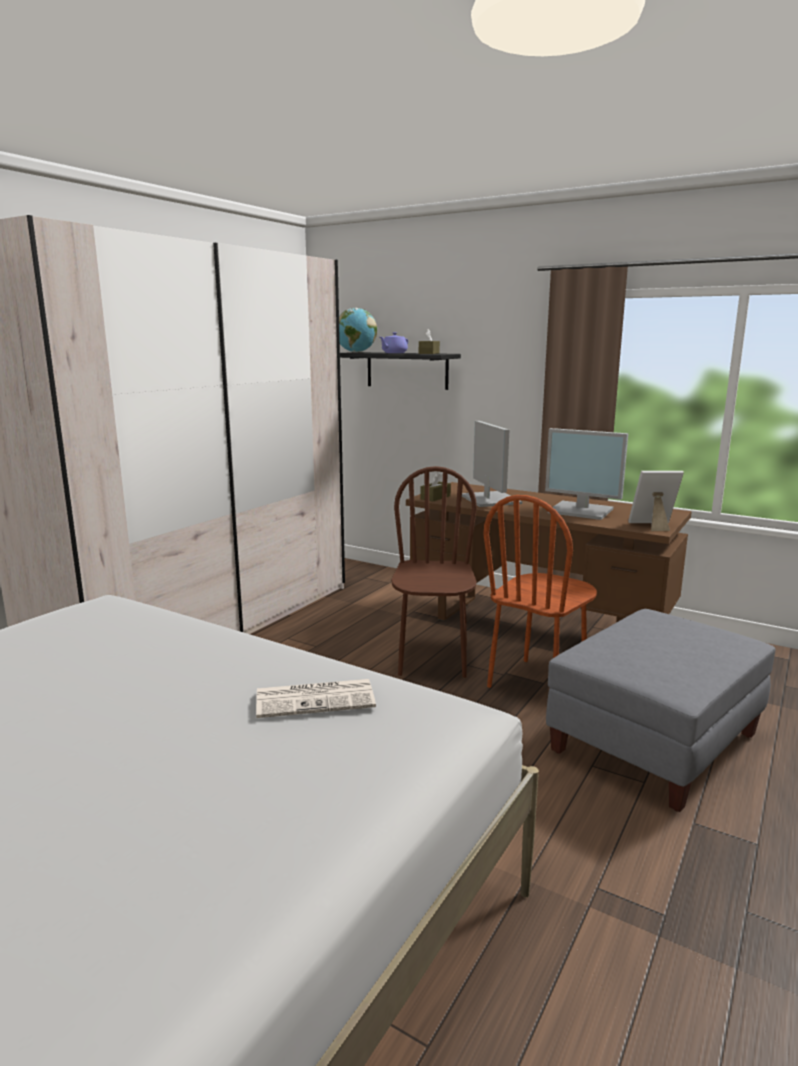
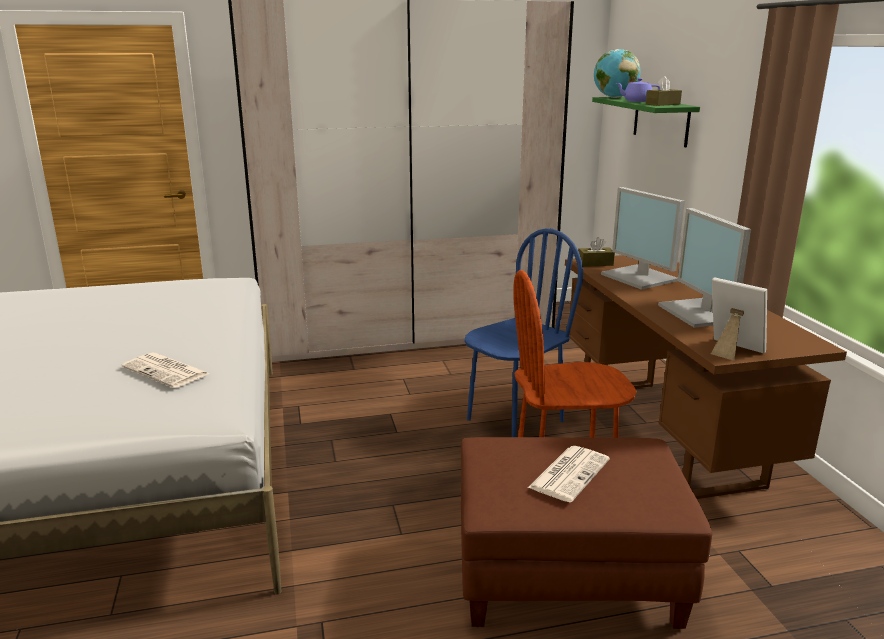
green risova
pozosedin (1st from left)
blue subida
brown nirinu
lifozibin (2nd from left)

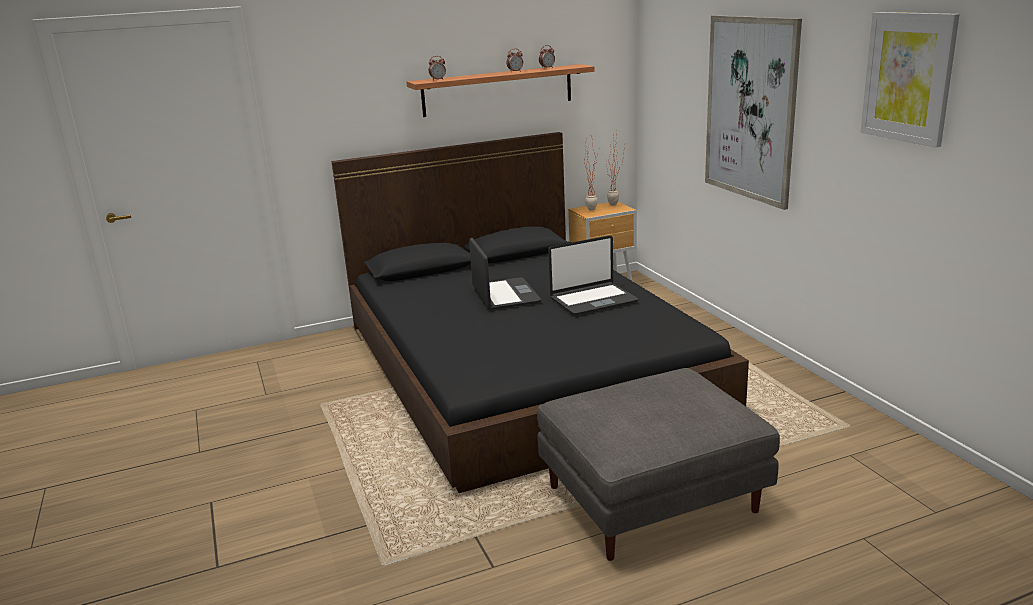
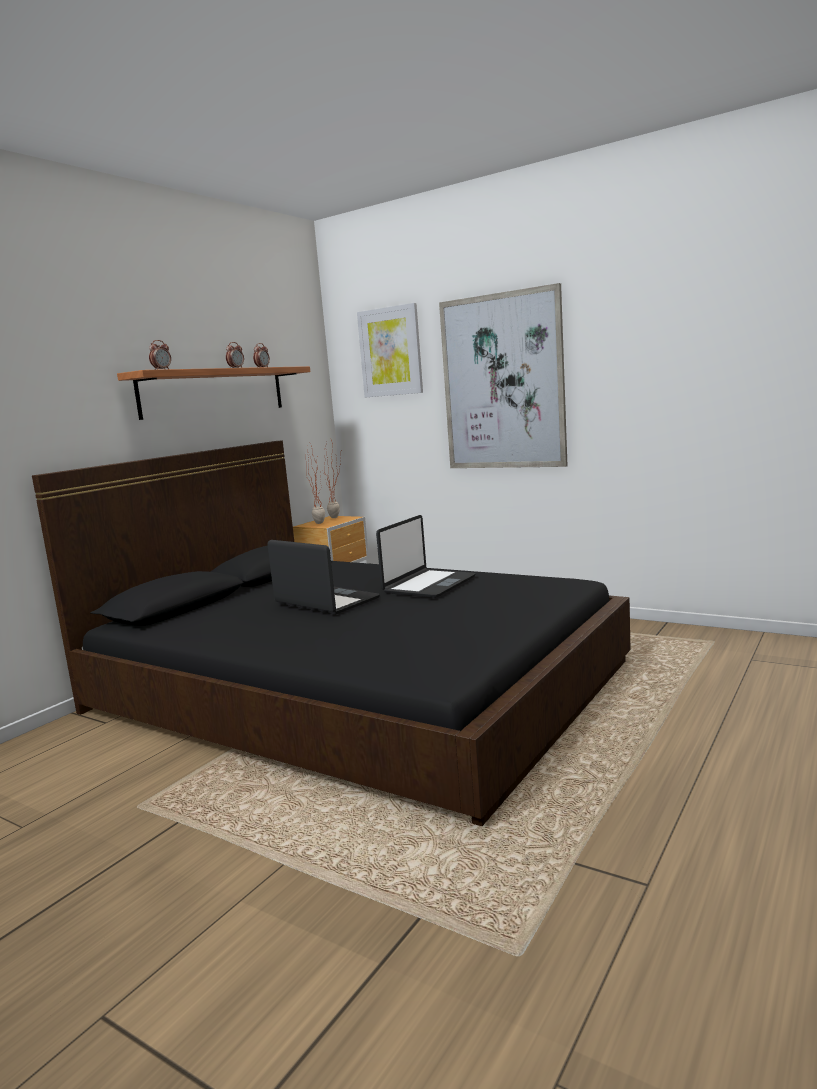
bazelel (1st from left)
grey nirinu

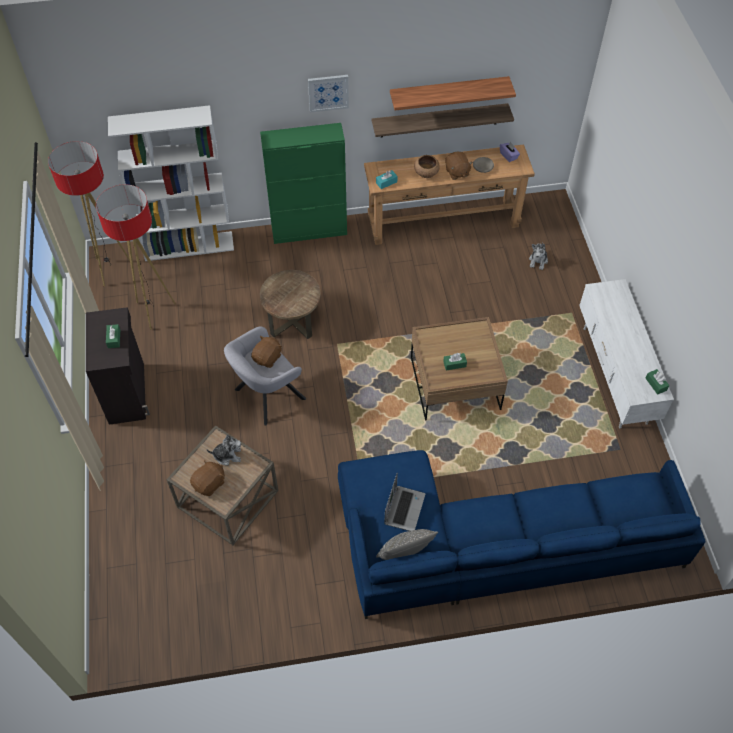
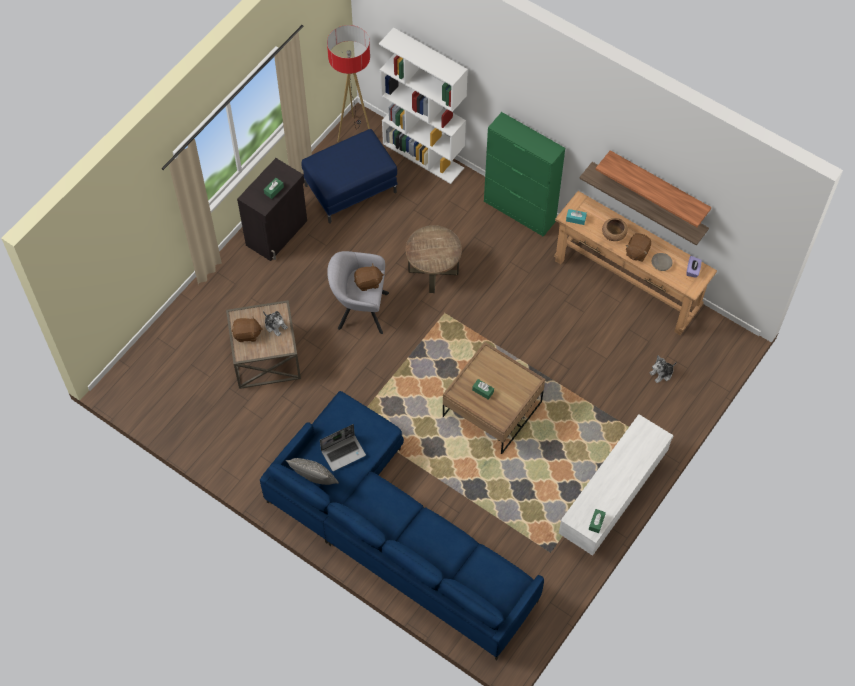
bazelel
blue nirinu

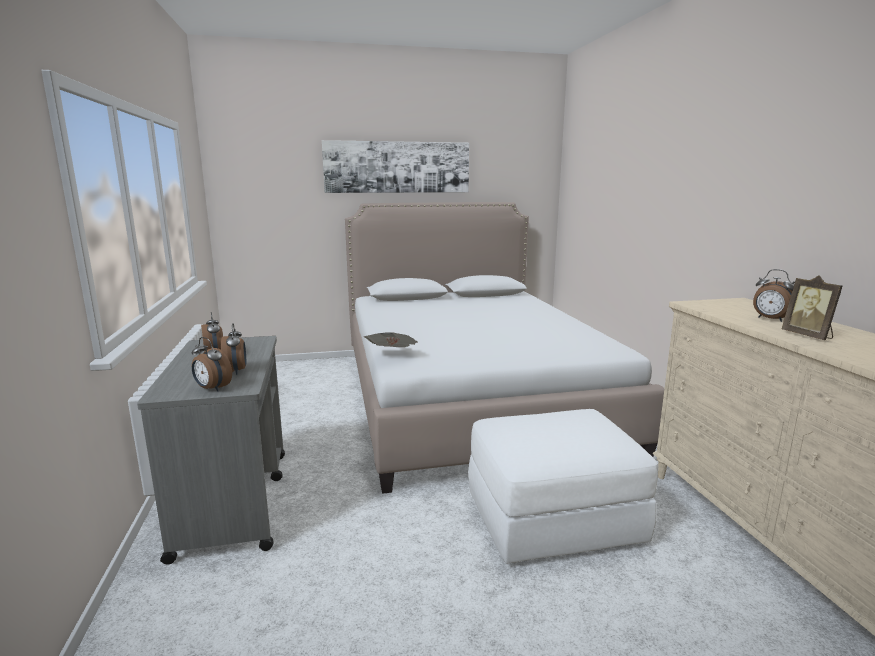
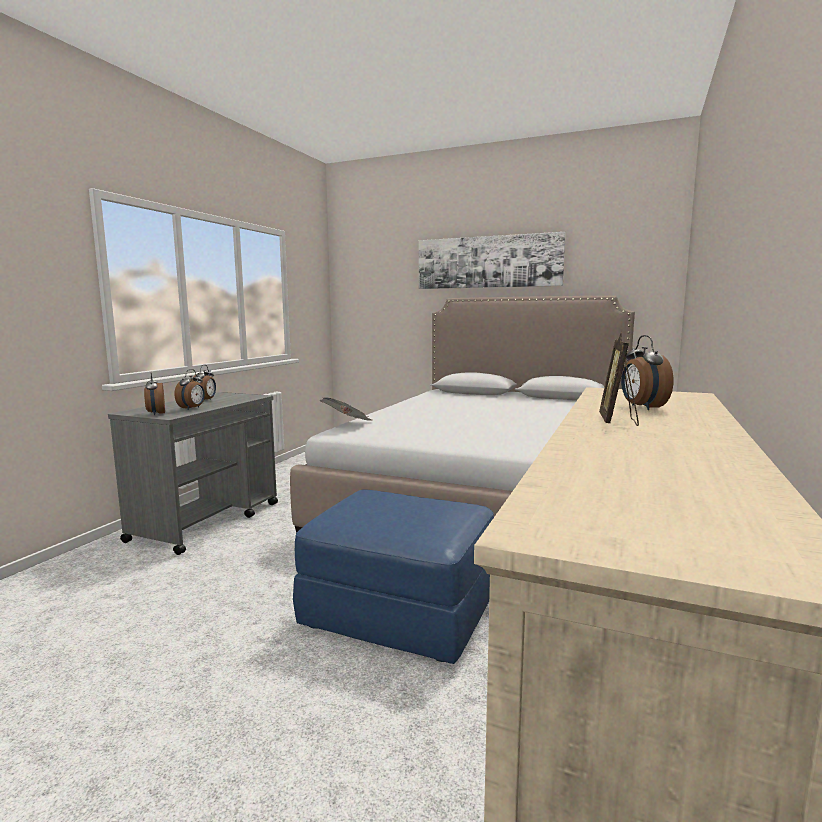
blue nirinu

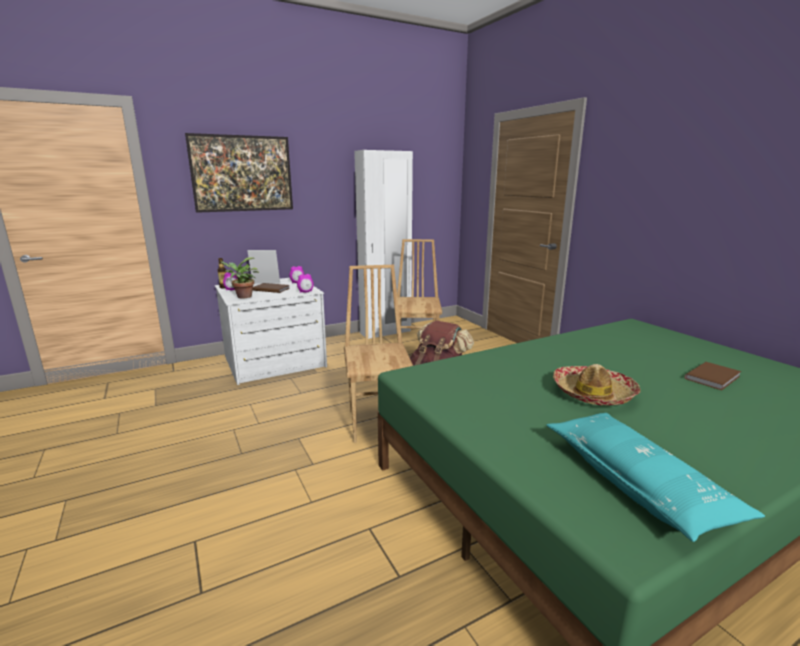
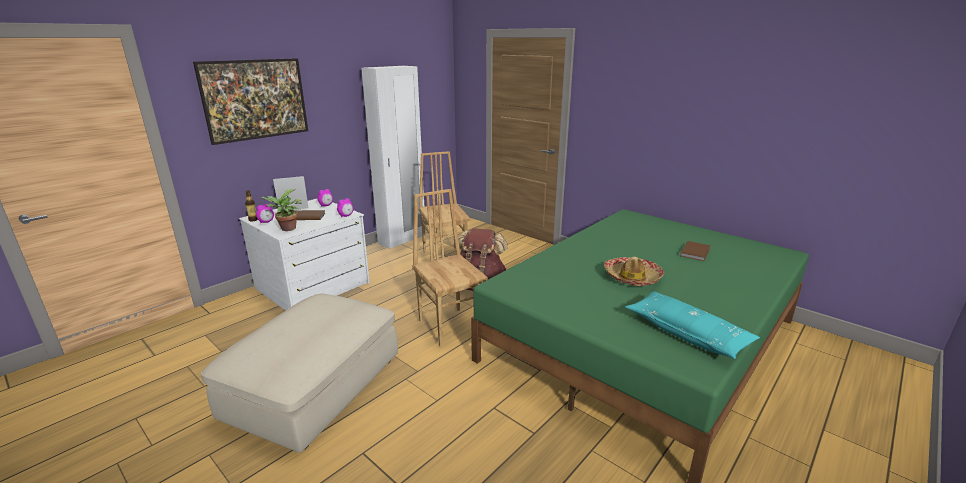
beige nirinu

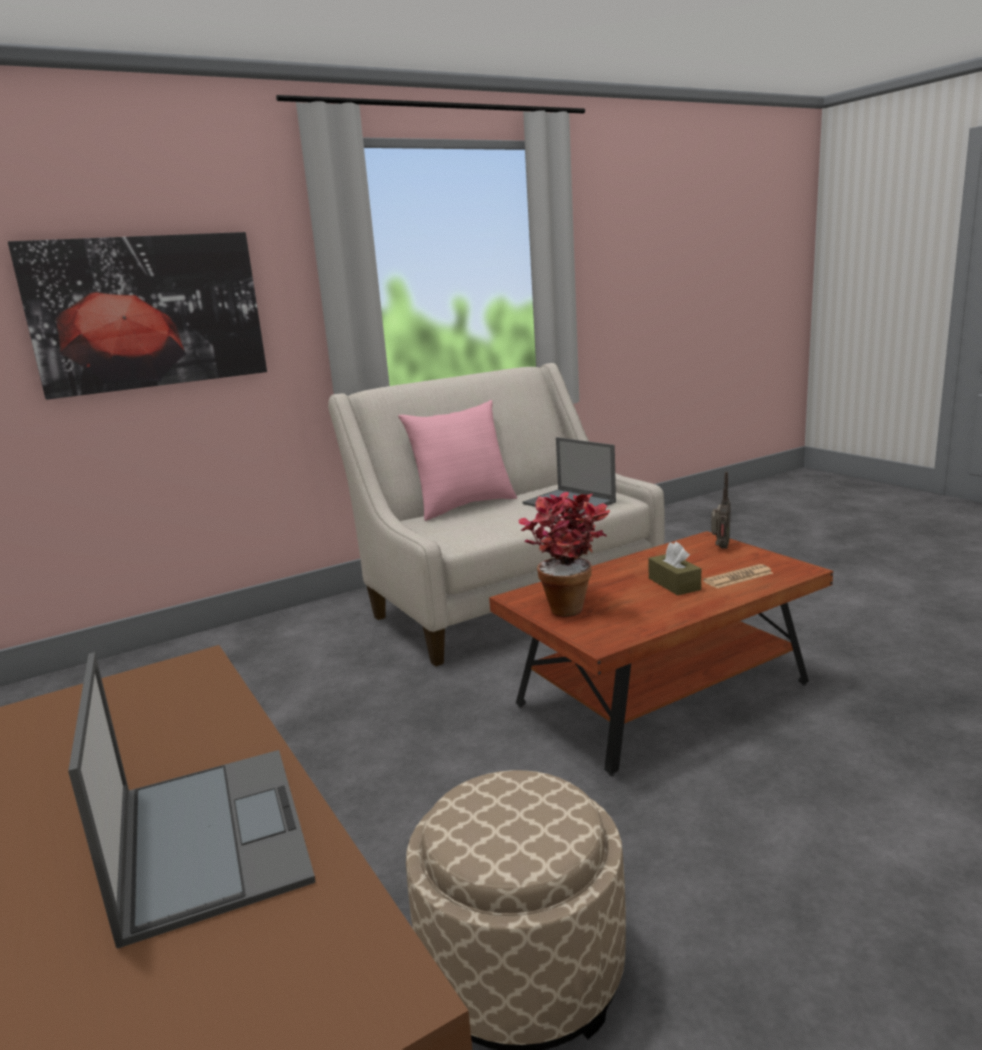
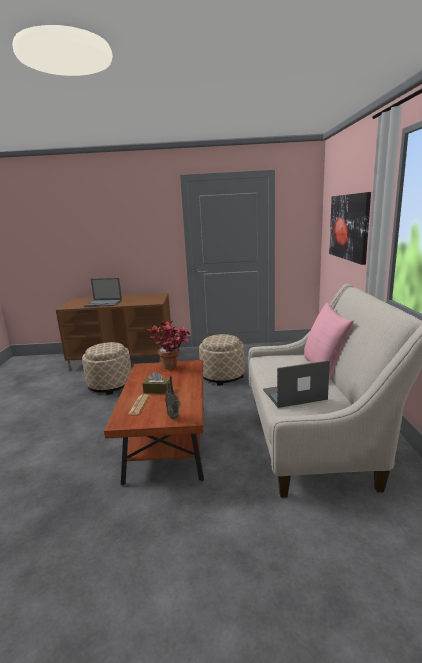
beige nirinu (2nd from left)

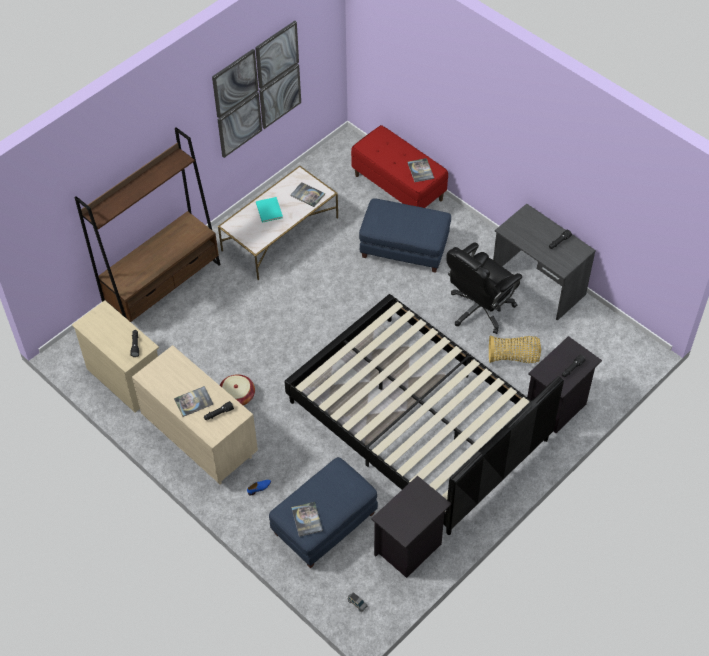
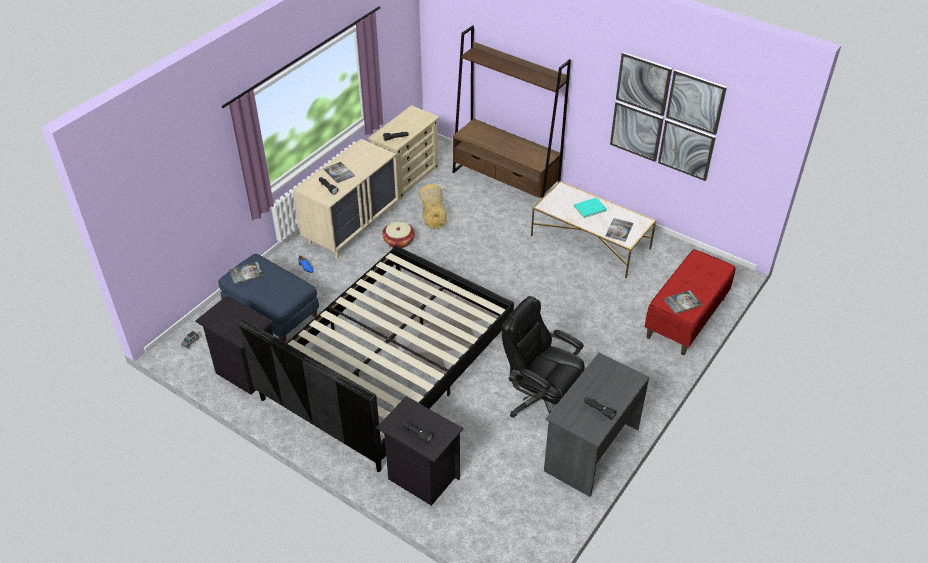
blue nirinu (2nd from left in the first image)
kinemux (2nd from left)

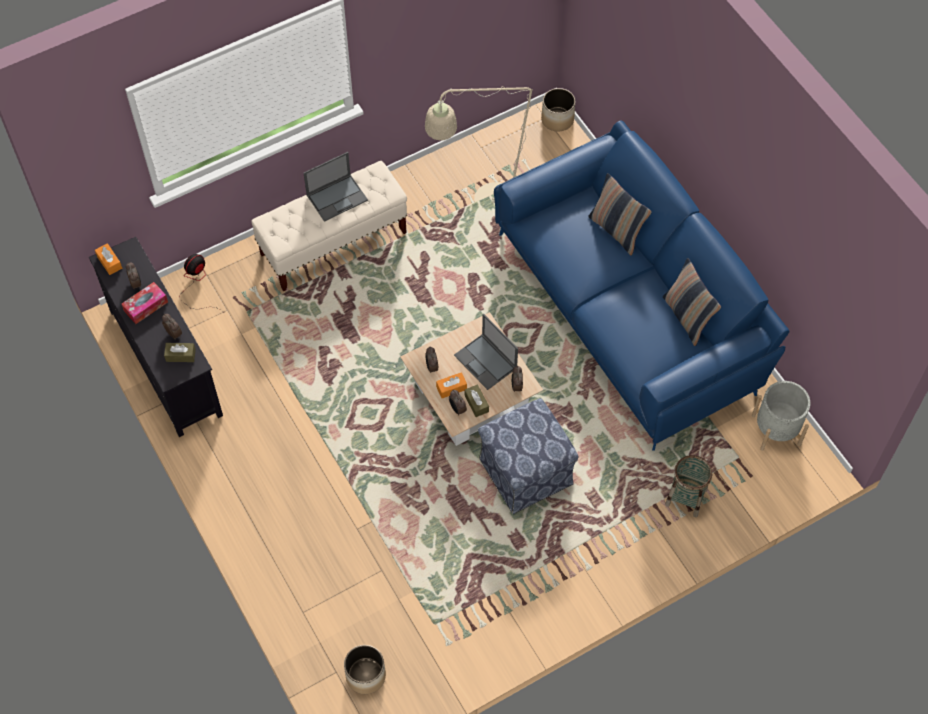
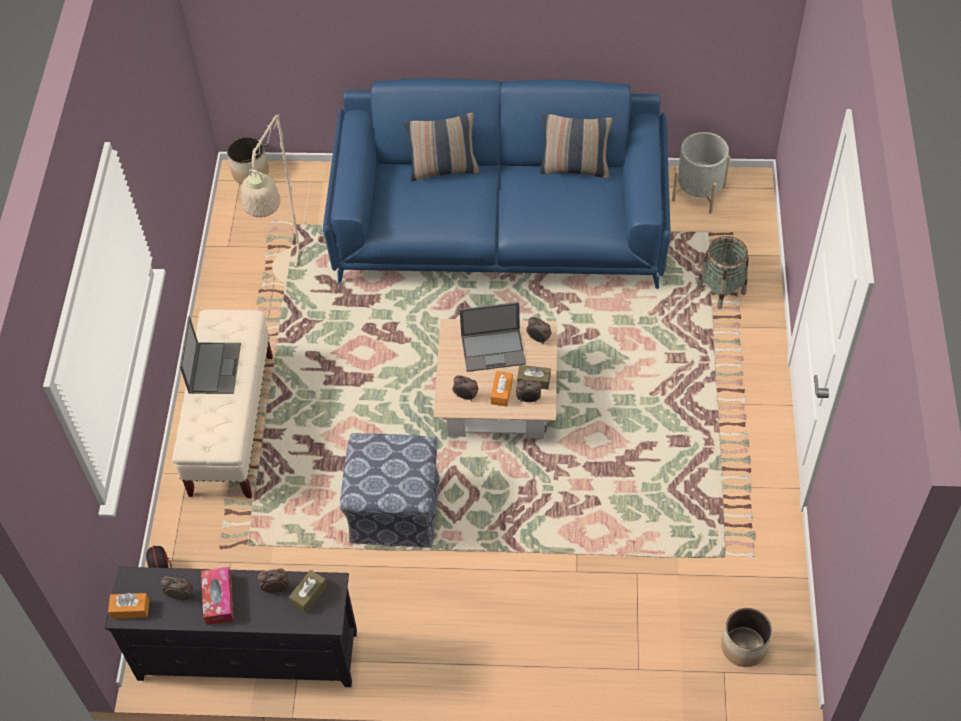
nirinu

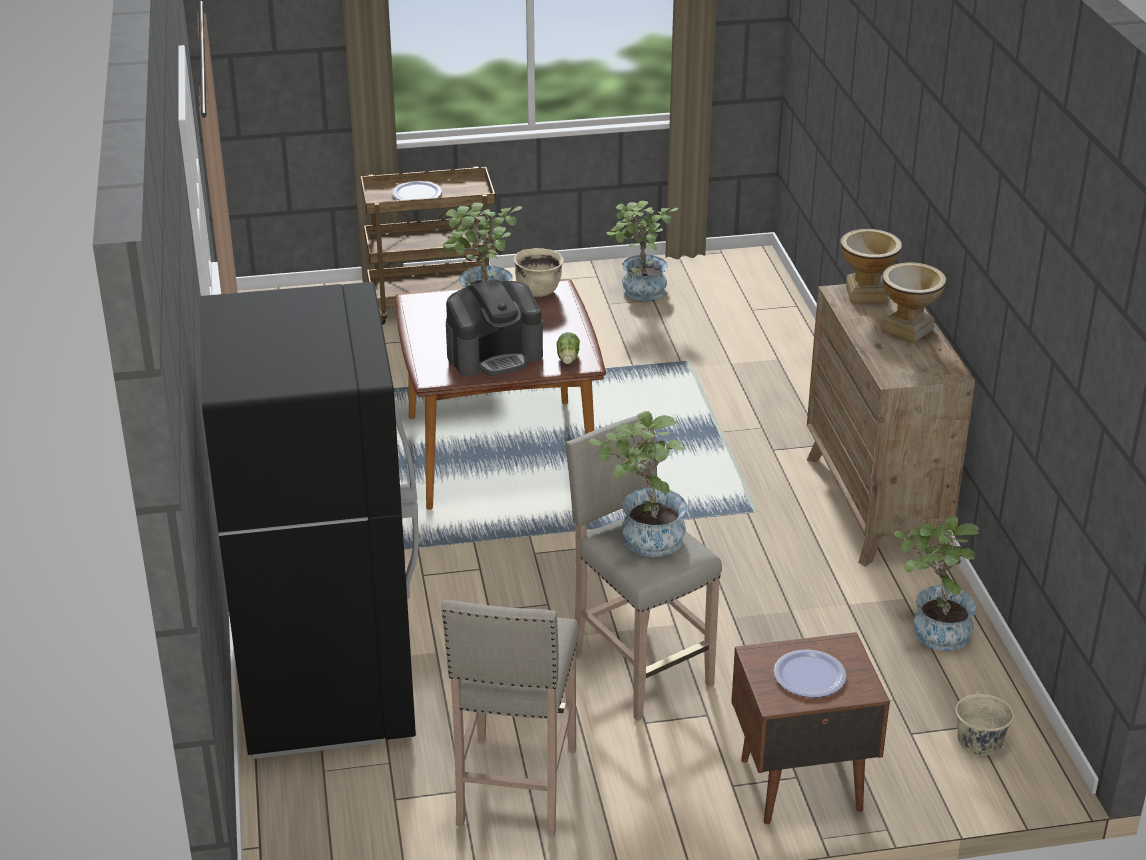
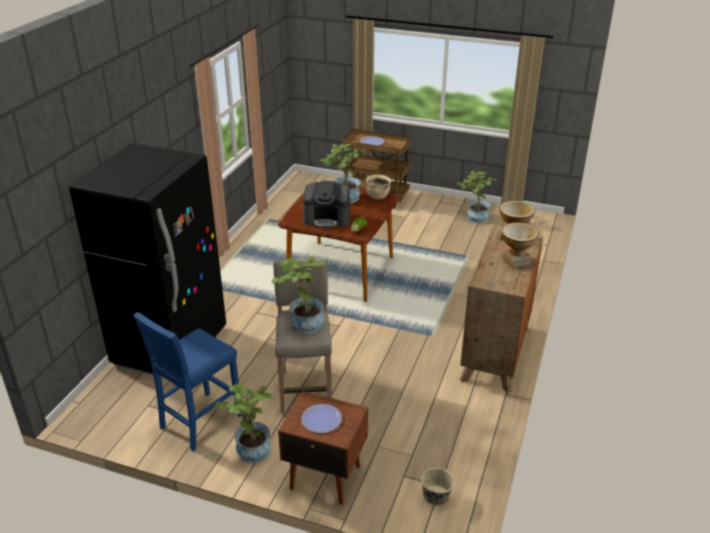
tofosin (1st from left)
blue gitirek

